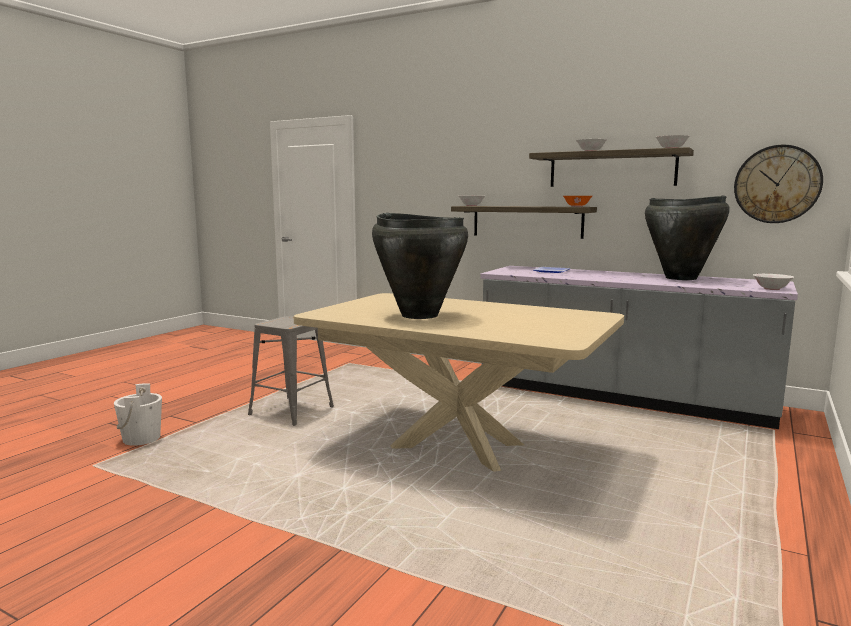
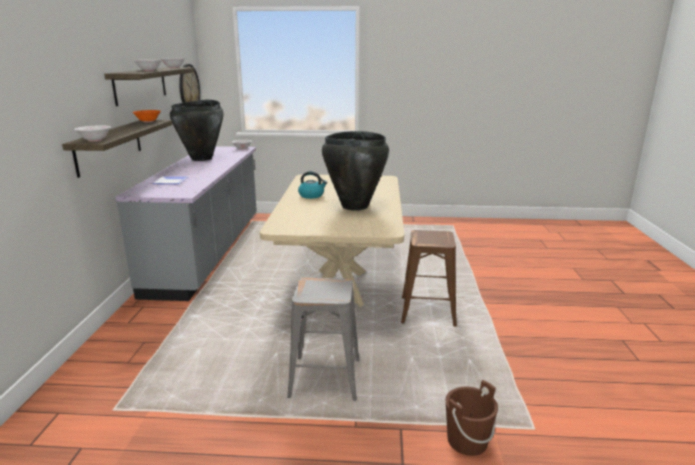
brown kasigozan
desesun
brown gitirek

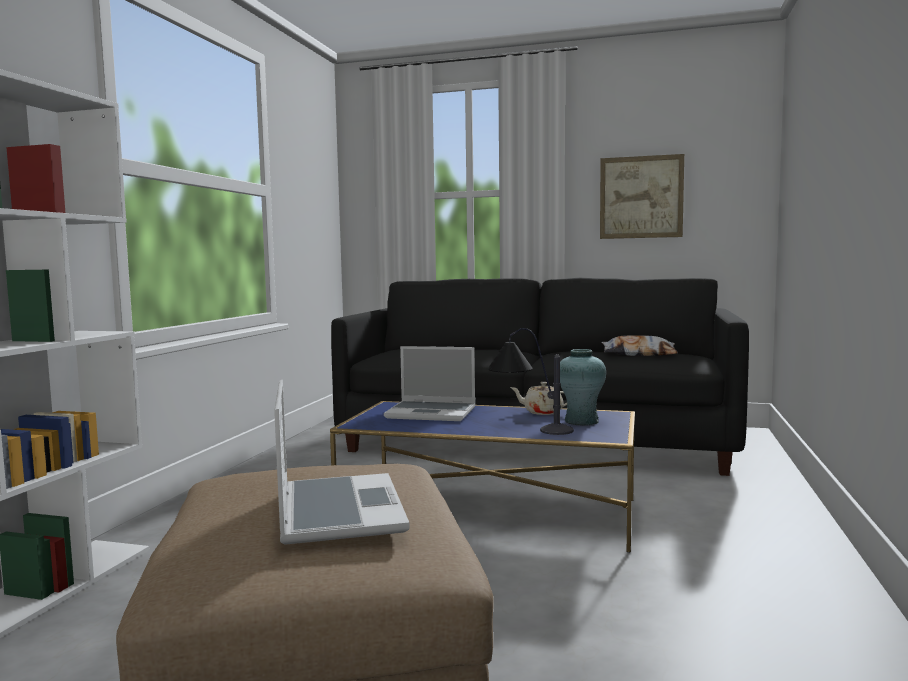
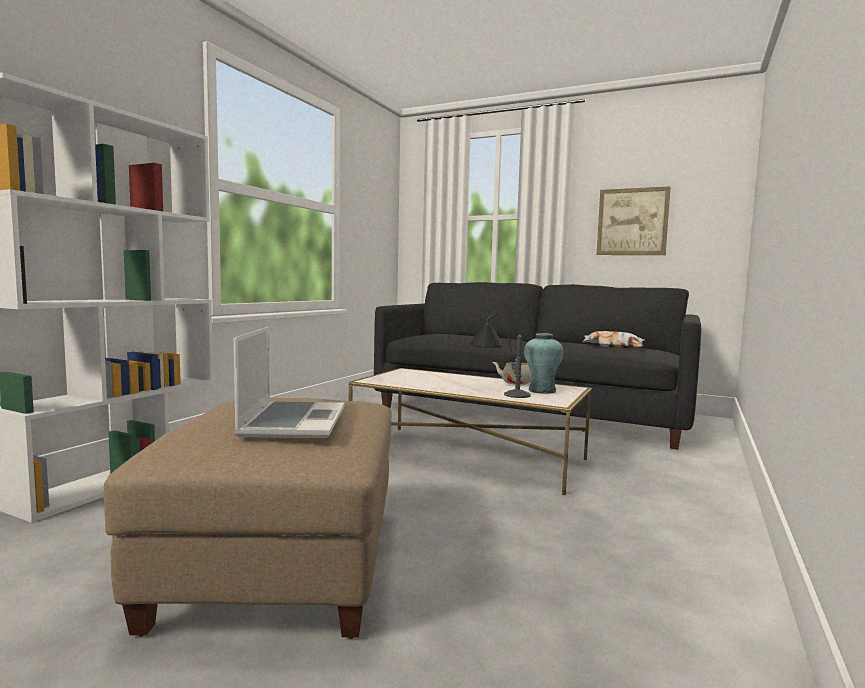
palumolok (2nd from left in the first image)
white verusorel

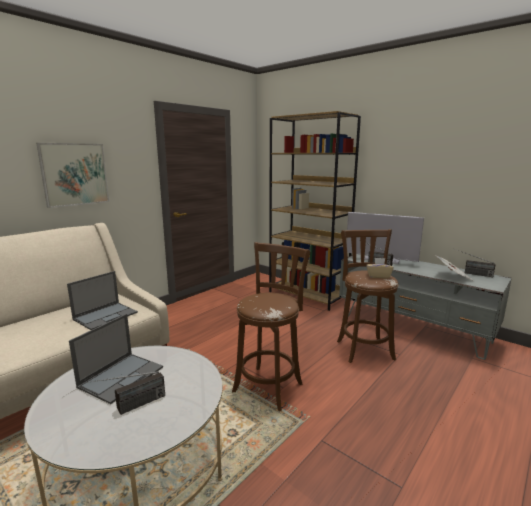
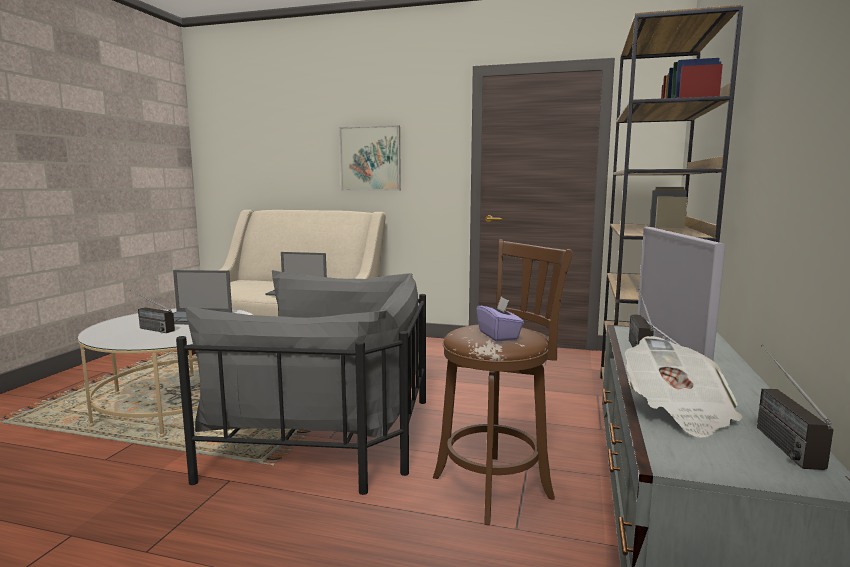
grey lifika
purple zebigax

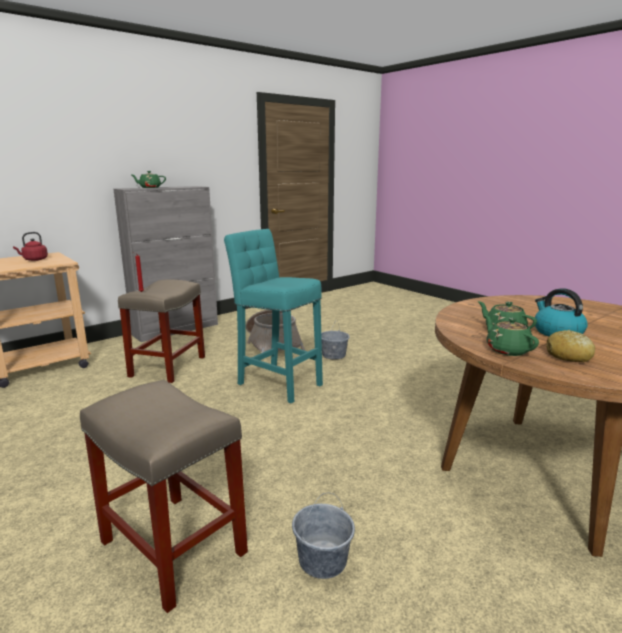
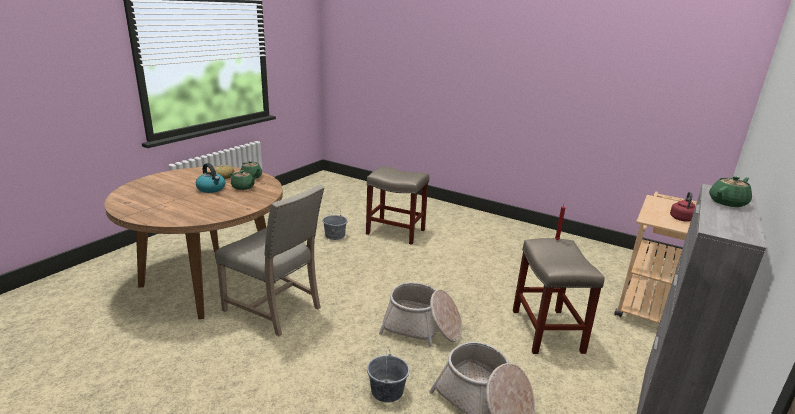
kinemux (1st from left)
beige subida

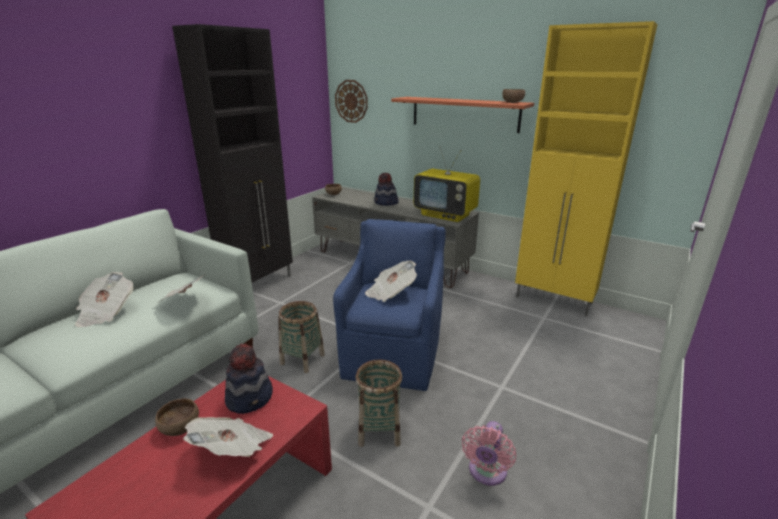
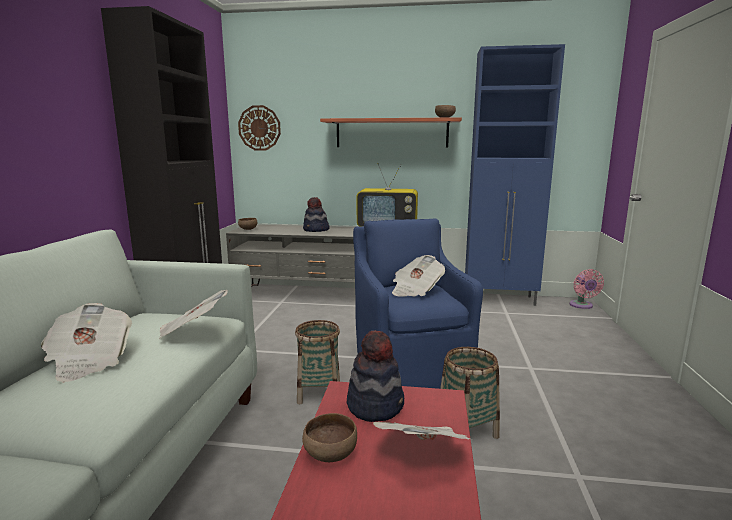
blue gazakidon
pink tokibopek

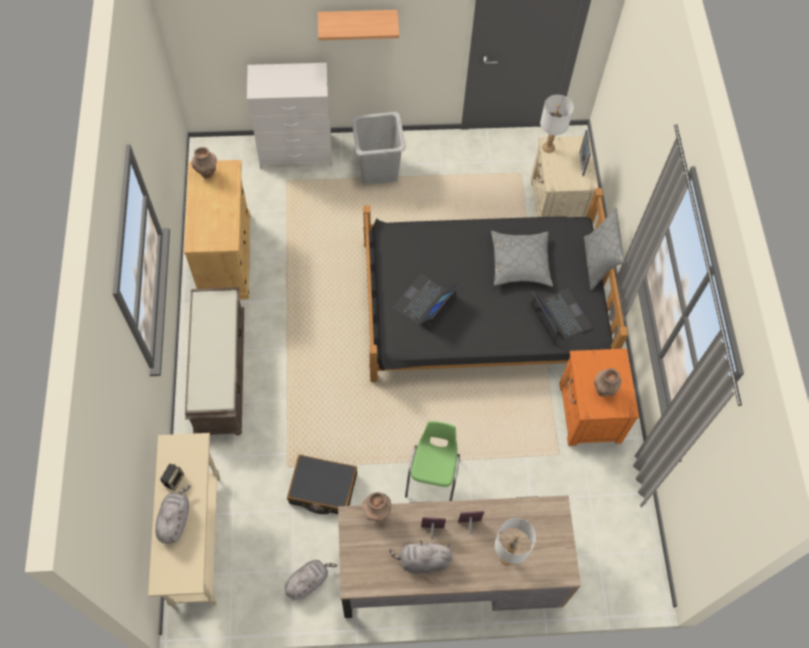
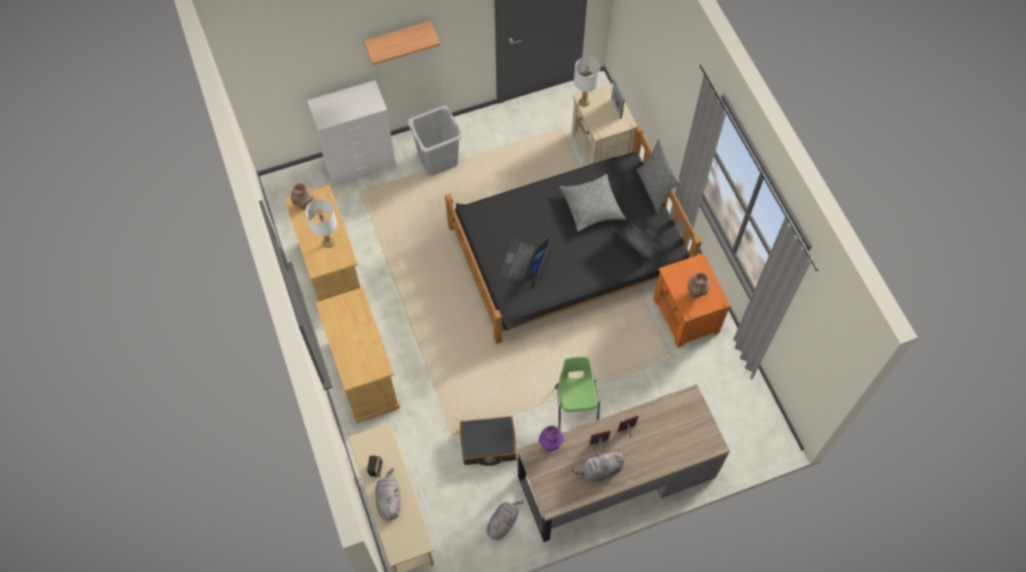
beige gazakidon (2nd from left)
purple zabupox
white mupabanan (1st from left)

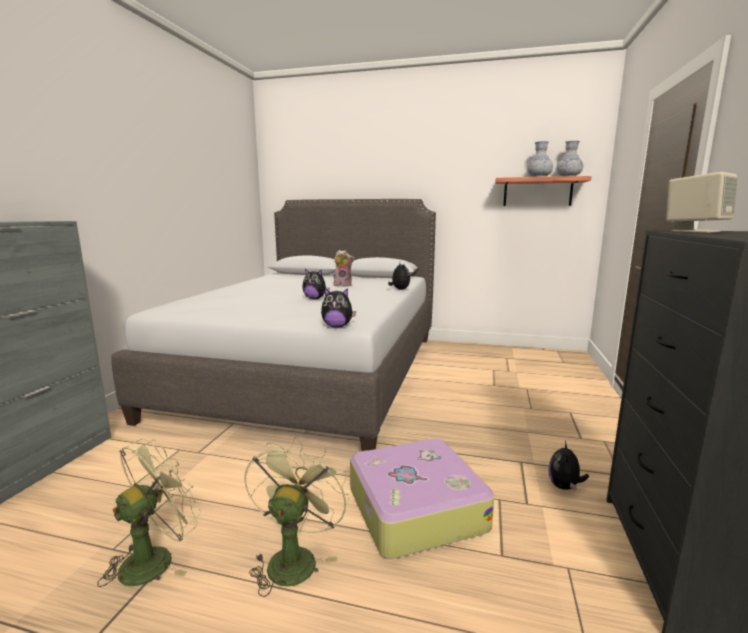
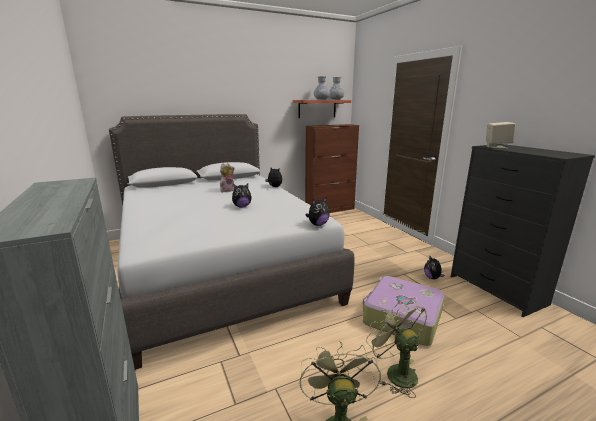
brown gazakidon

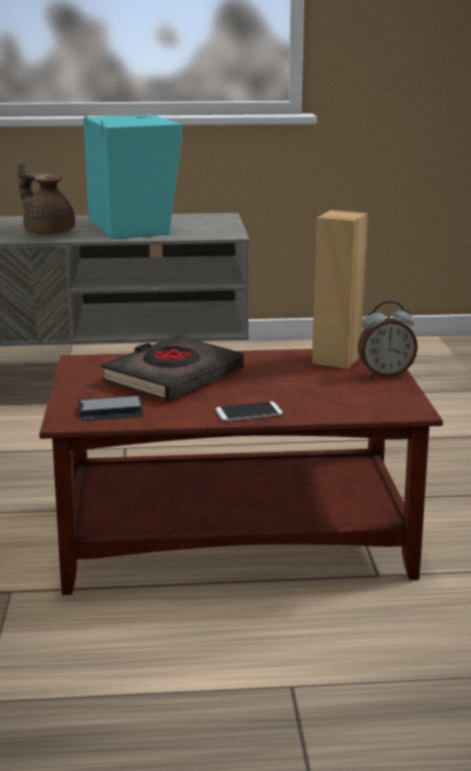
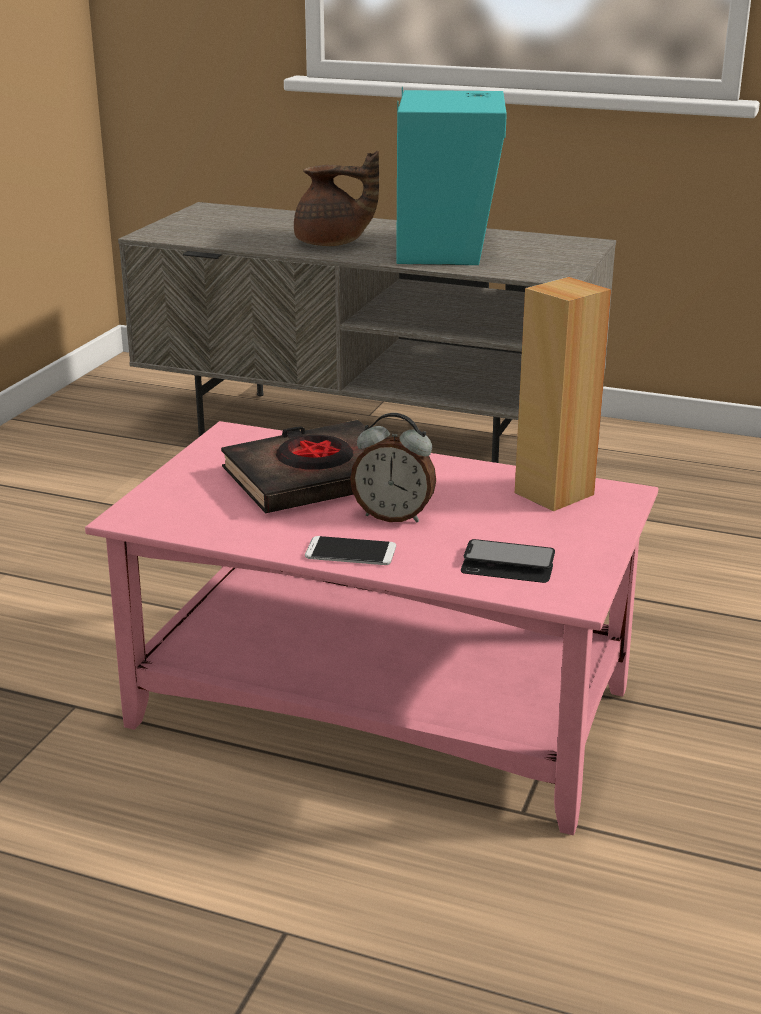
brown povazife
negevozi
pink verusorel
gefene (2nd from left)

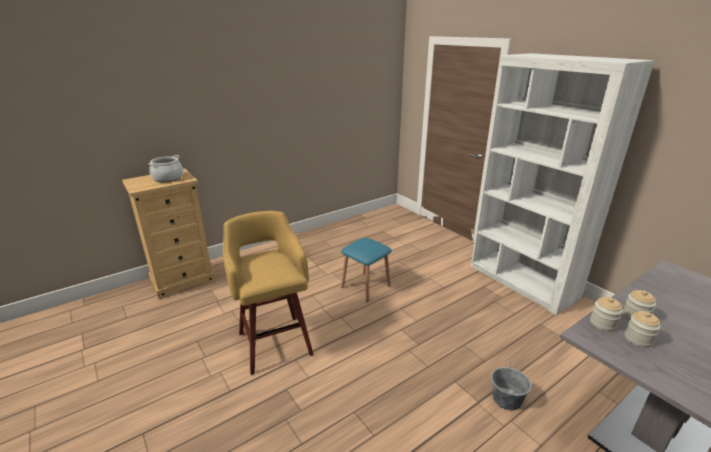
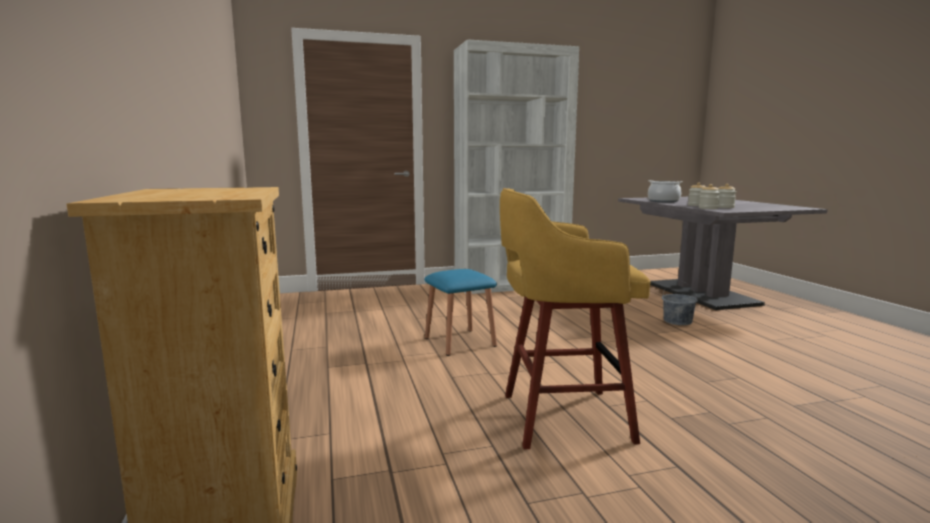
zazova

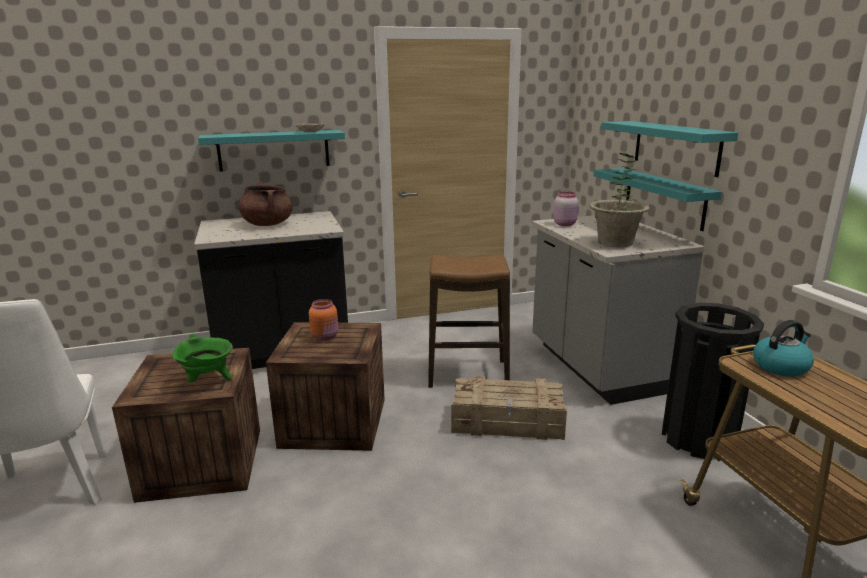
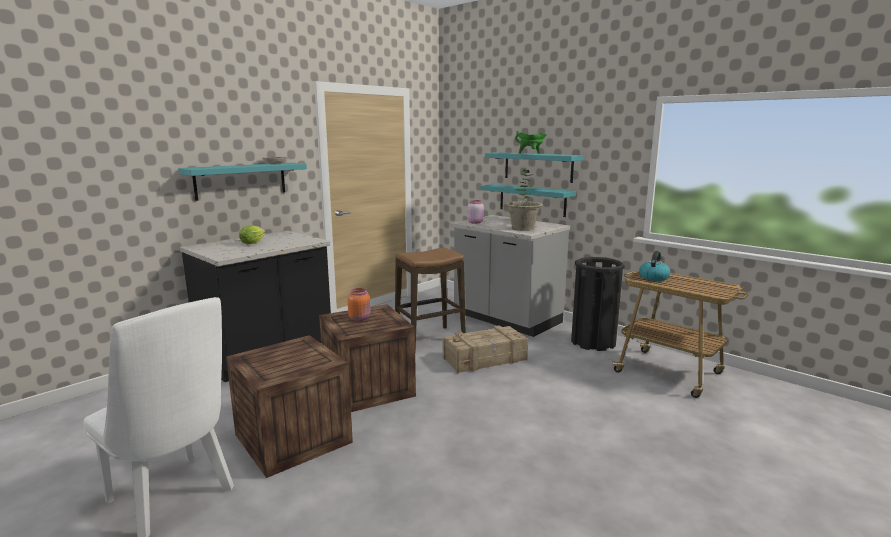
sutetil
green zazova

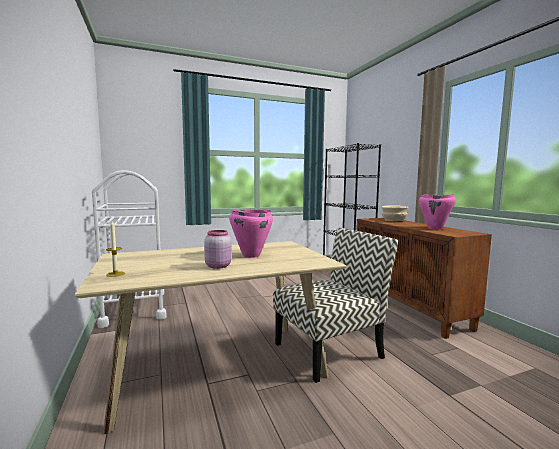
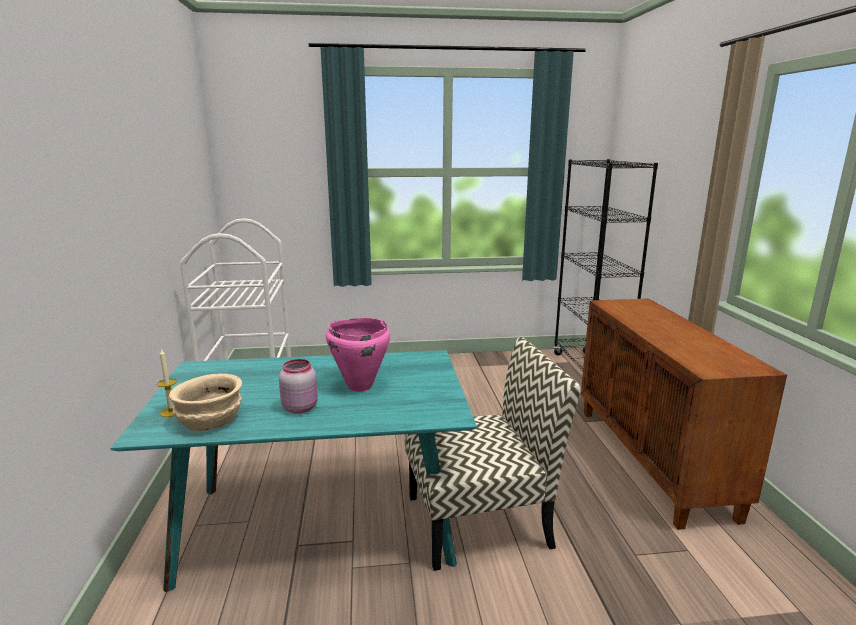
pink zazova (2nd from left in the first image)
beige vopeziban
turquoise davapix

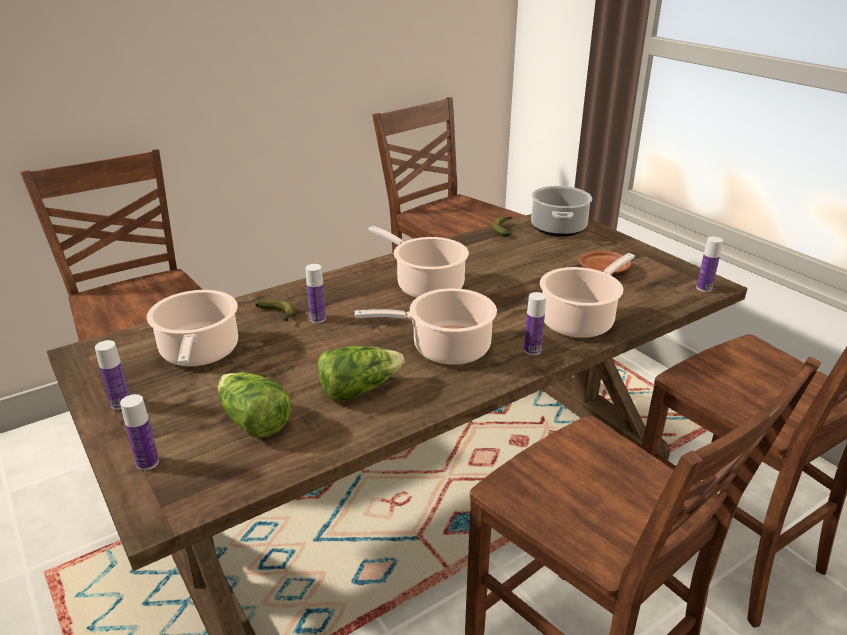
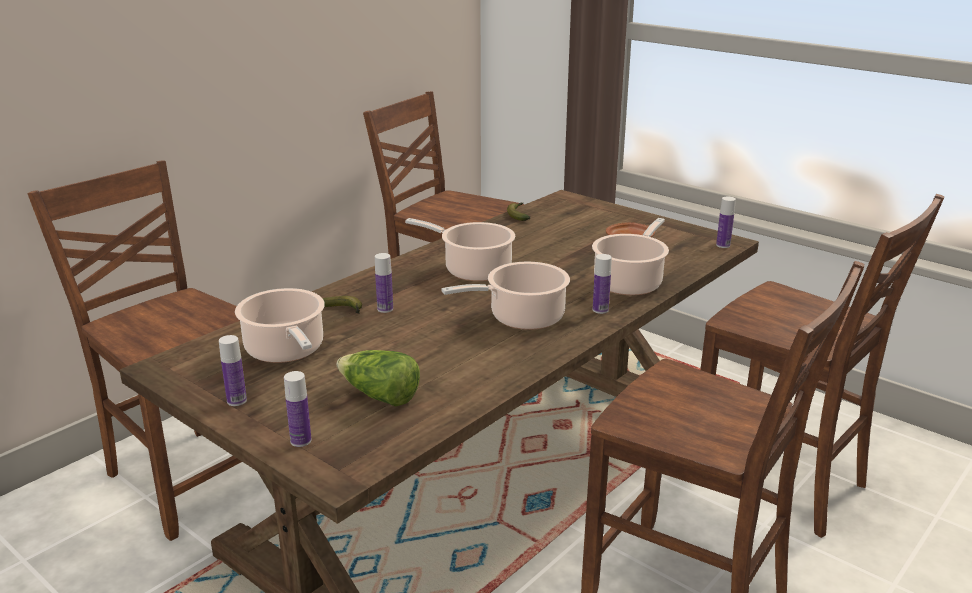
zazova (4th from left in the first image)
sutetil (2nd from left in the first image)

